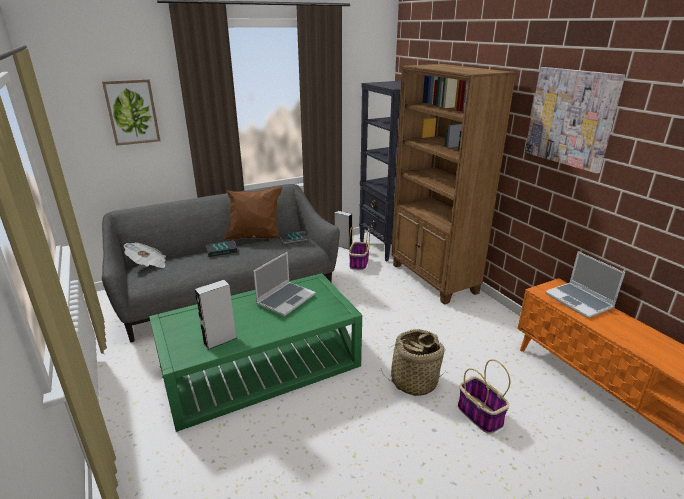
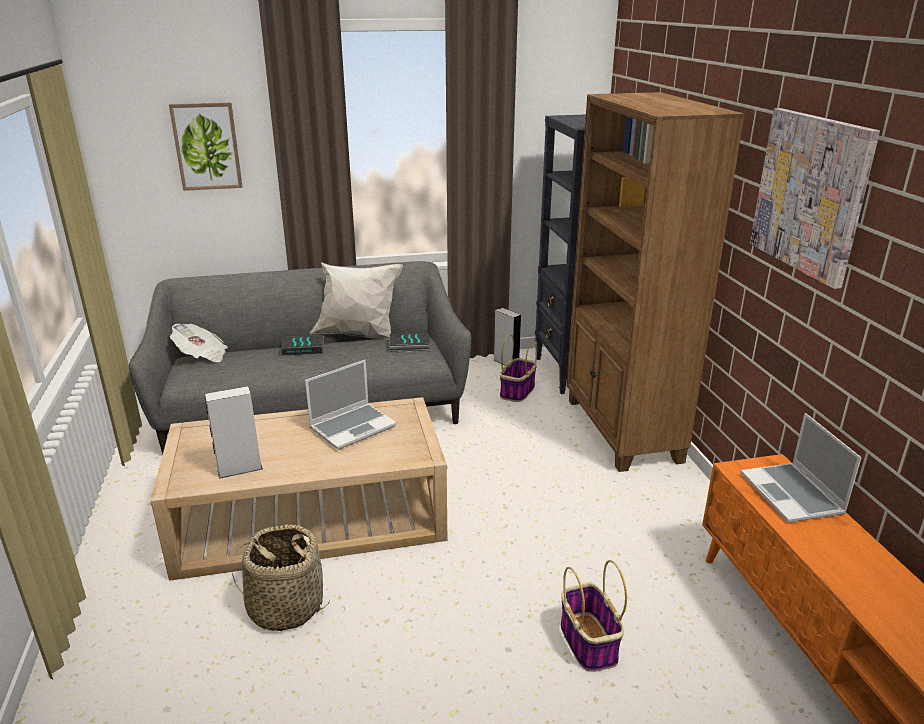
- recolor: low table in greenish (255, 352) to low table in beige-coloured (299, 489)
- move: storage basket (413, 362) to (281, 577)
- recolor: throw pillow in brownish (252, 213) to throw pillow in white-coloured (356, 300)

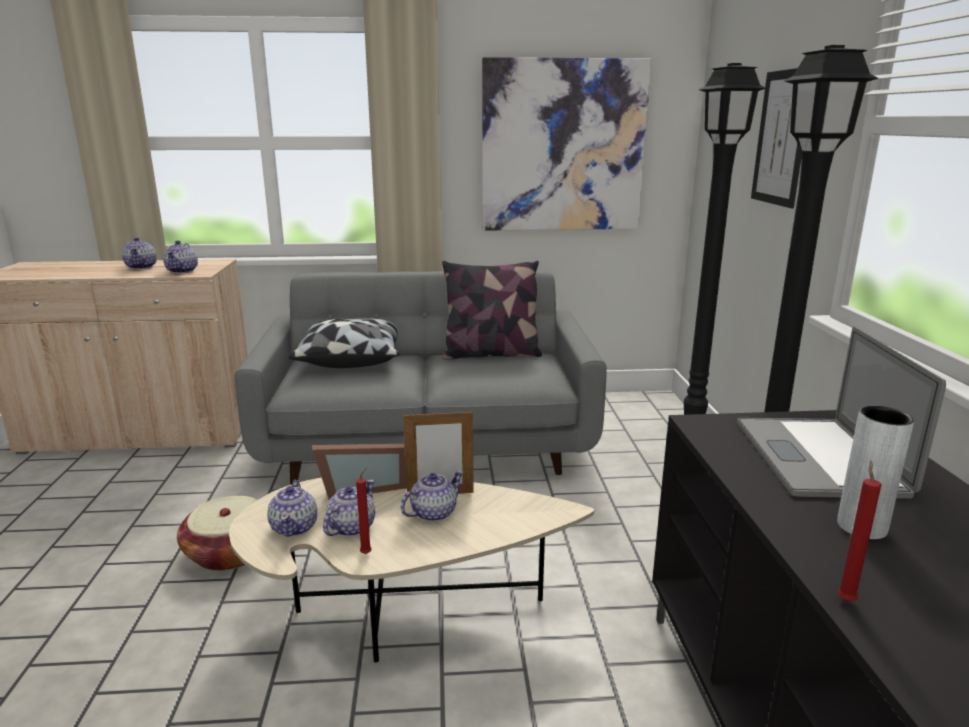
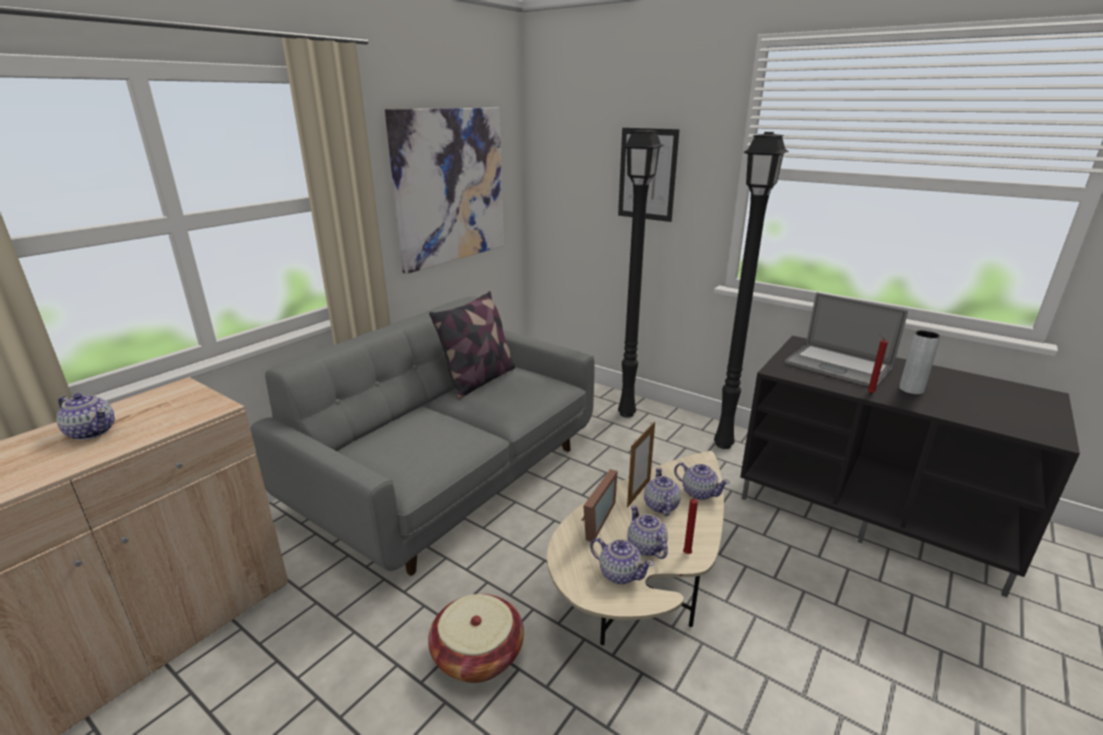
- move: pot for tea (180, 257) to (702, 481)
- move: wax candle in reddish (859, 531) to (877, 363)
- delete: throw pillow (343, 343)

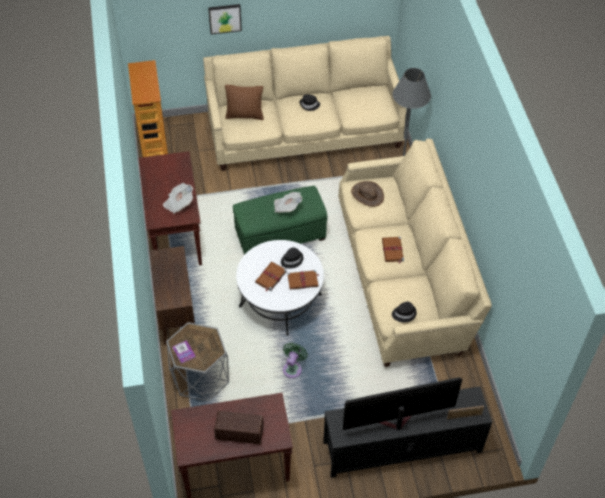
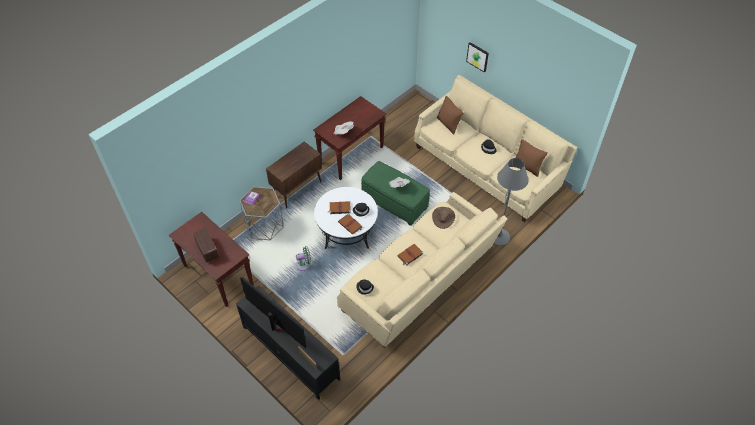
- insert: throw pillow in brownish (531, 158)
- delete: bookcase (148, 108)

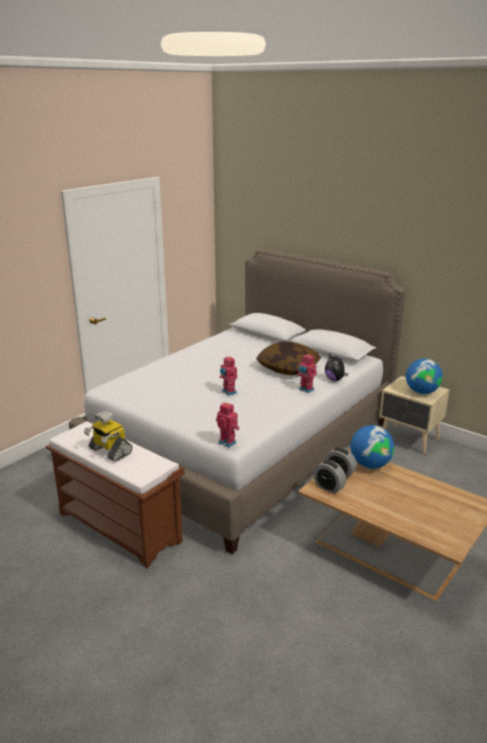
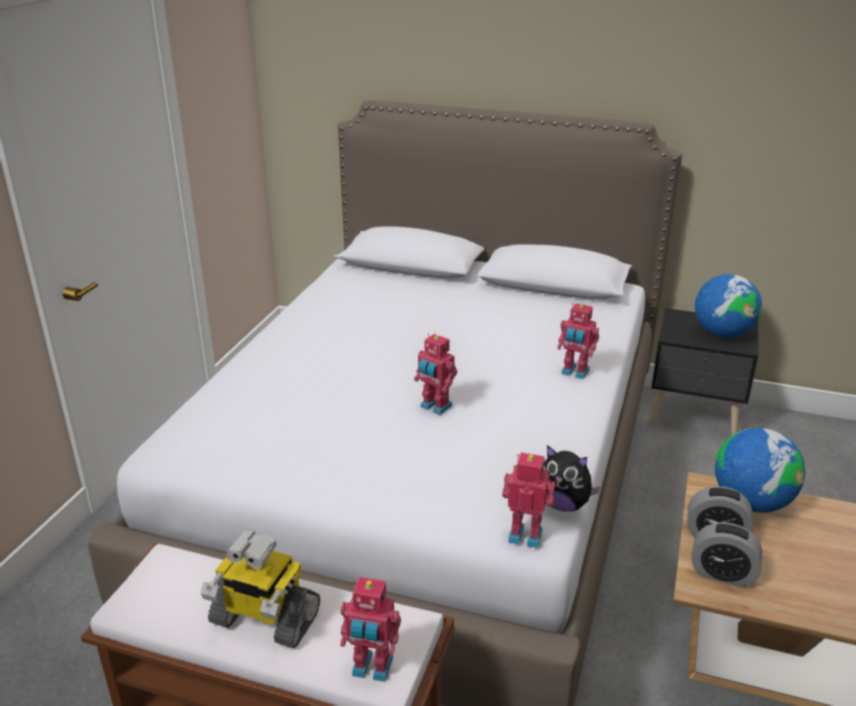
- insert: model robot (370, 629)
- move: cuddly toy (336, 367) to (572, 478)
- recolor: bedside table in beige-coloured (415, 415) to bedside table in black-coloured (703, 372)
- delete: throw pillow (288, 358)

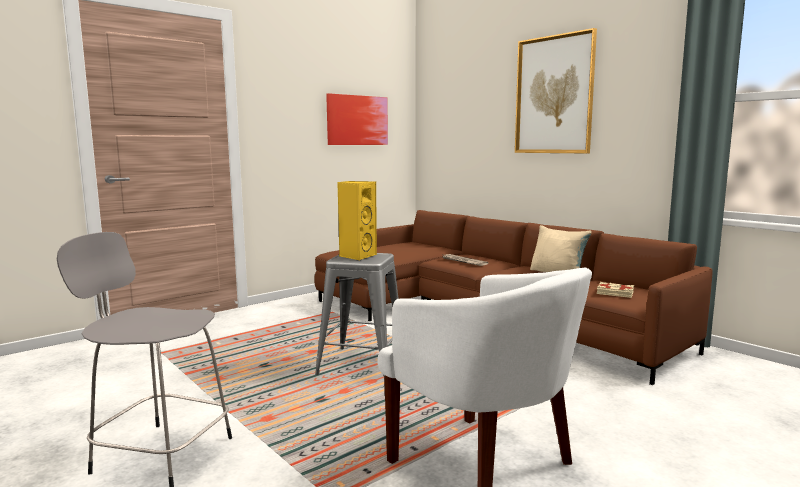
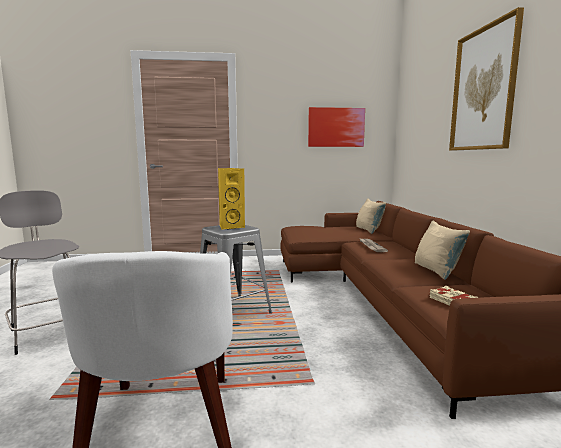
- insert: throw pillow in beige-coloured (371, 216)

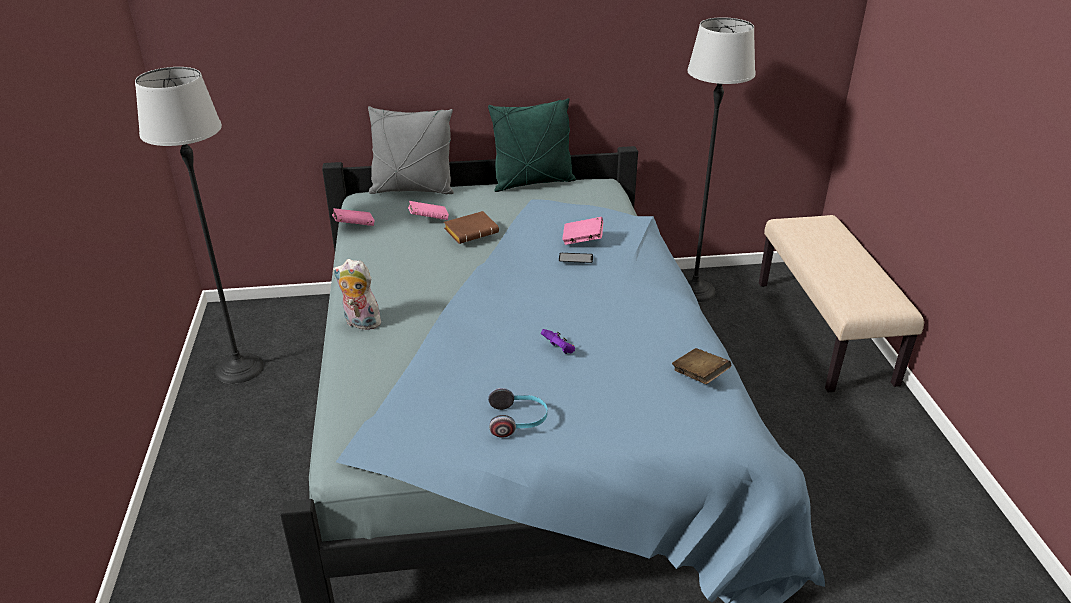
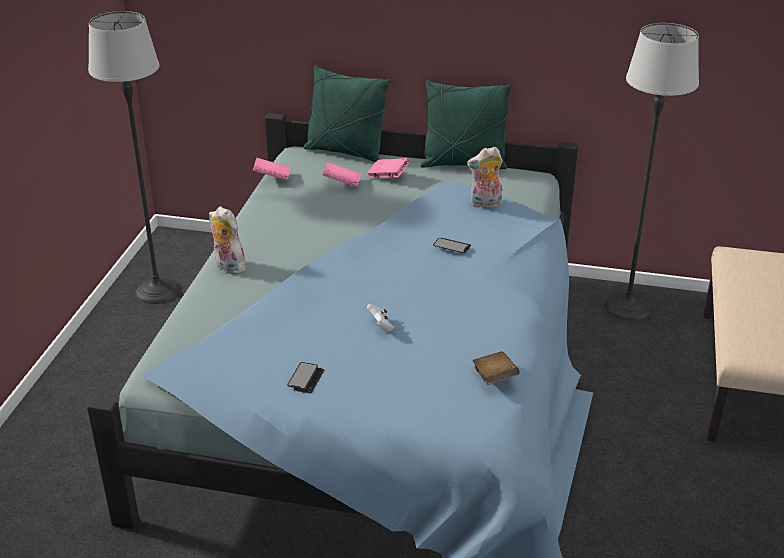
- replace: pair of headphones (518, 413) to phone (305, 377)
- recolor: throw pillow in grey (411, 150) to throw pillow in greenish (347, 113)
- move: book in pink-coloured (582, 231) to (388, 168)
- recolor: gamepad in purple-coloured (558, 341) to gamepad in white-coloured (380, 318)
- insert: cuddly toy (485, 177)
- delete: book in brownish (471, 227)

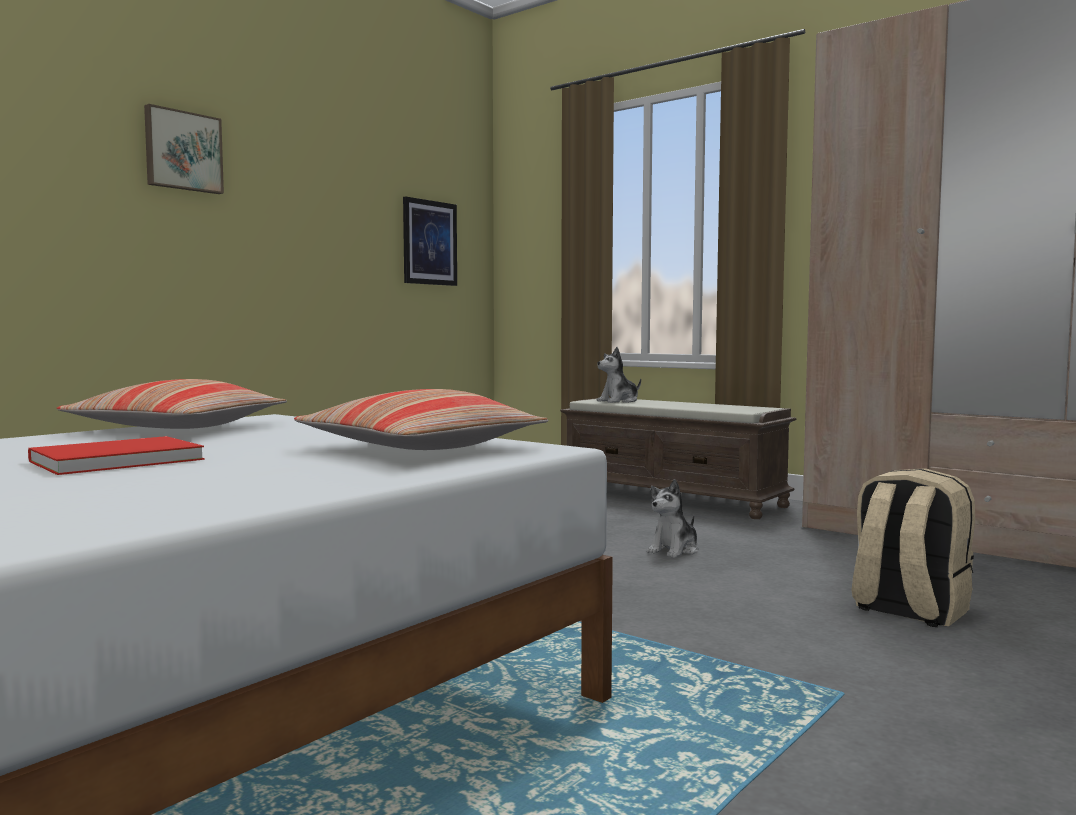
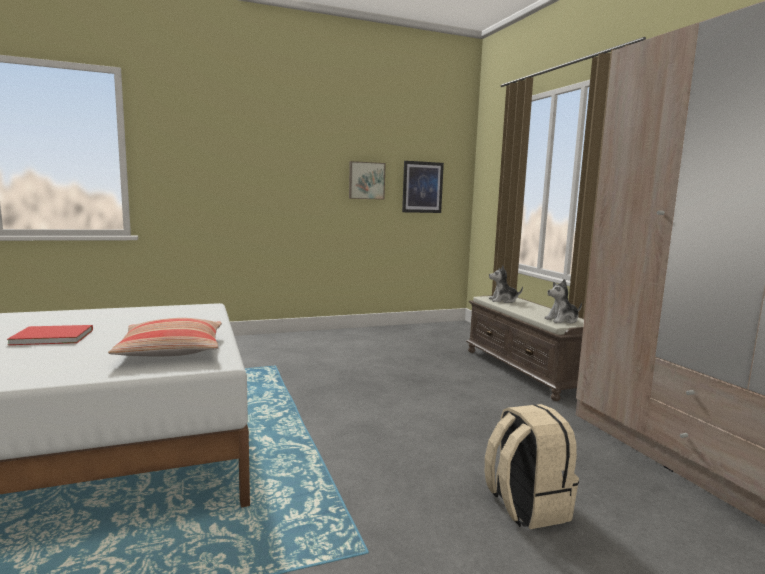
- move: wall art (184, 149) to (367, 180)
- move: cuddly toy (672, 518) to (563, 301)
- delete: throw pillow (172, 404)

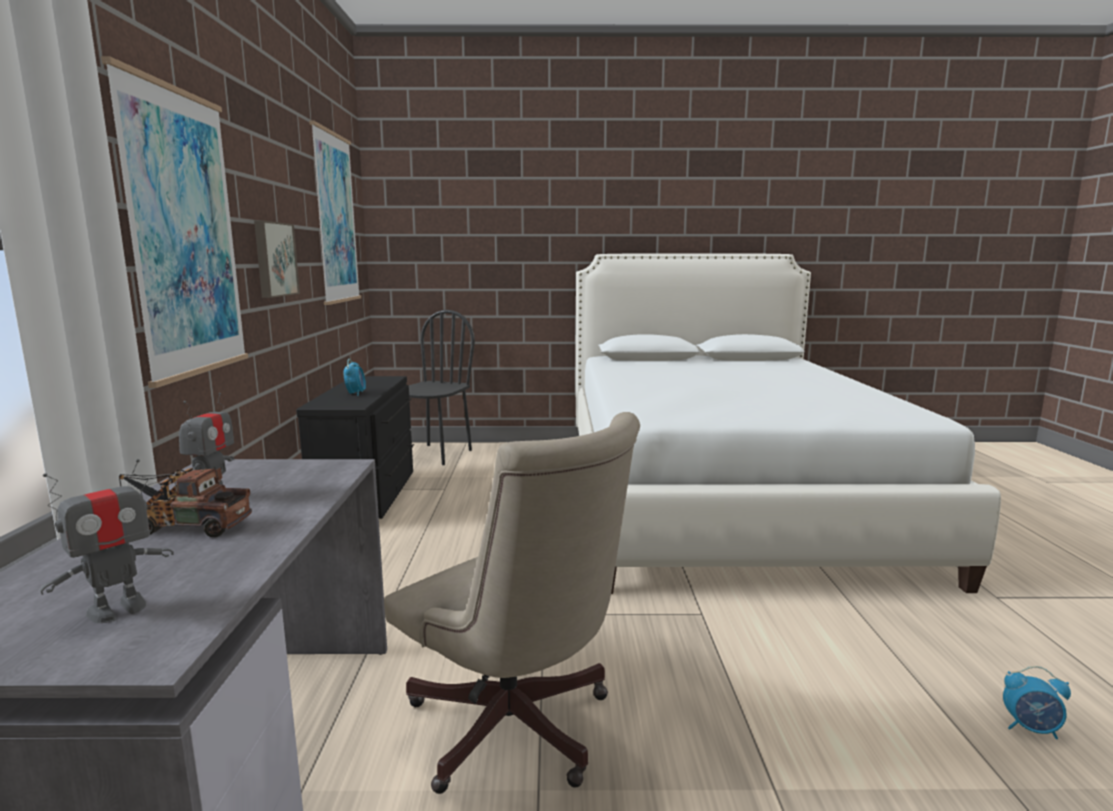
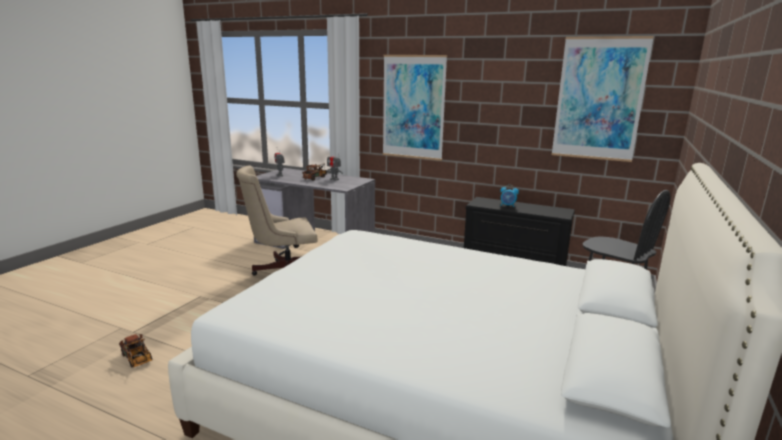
- replace: table clock (1037, 702) to toy lorry (136, 350)
- delete: wall art (277, 259)

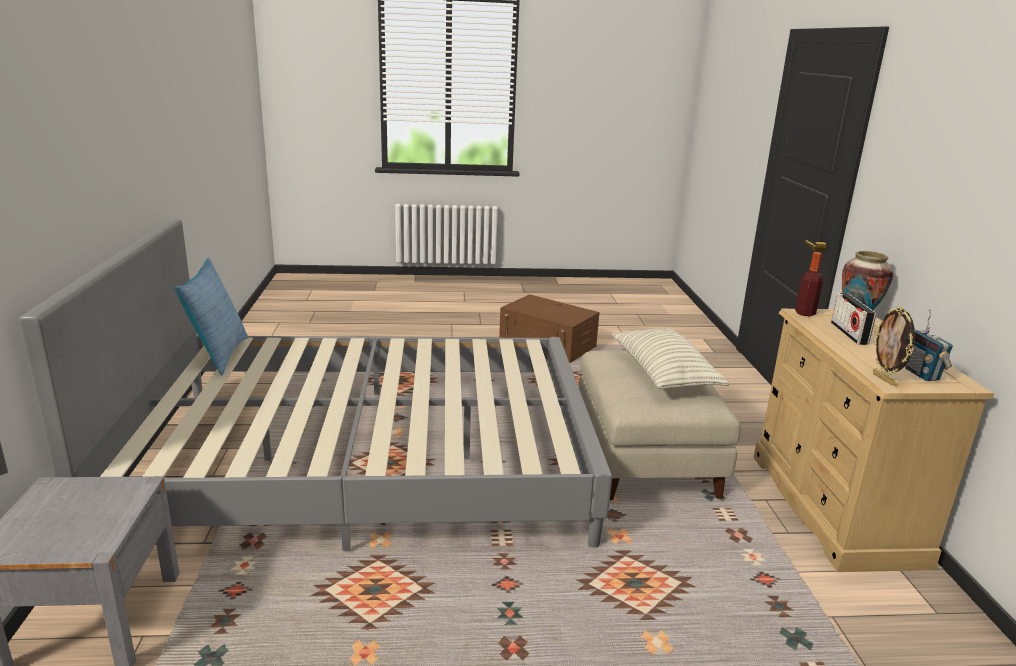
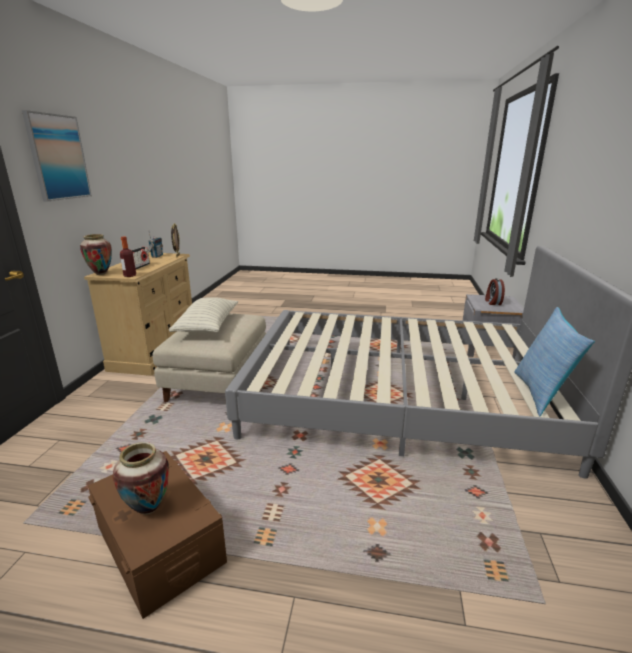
- insert: wall art (57, 155)
- insert: flower vase (141, 478)
- insert: table clock (495, 291)

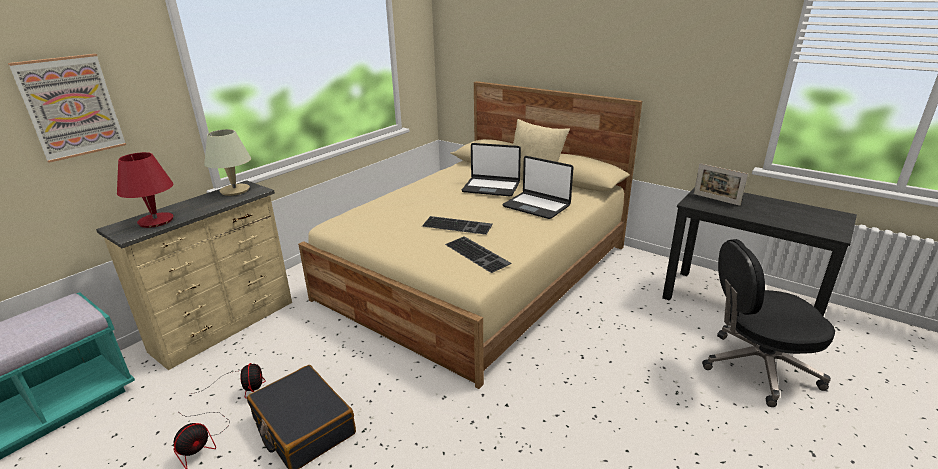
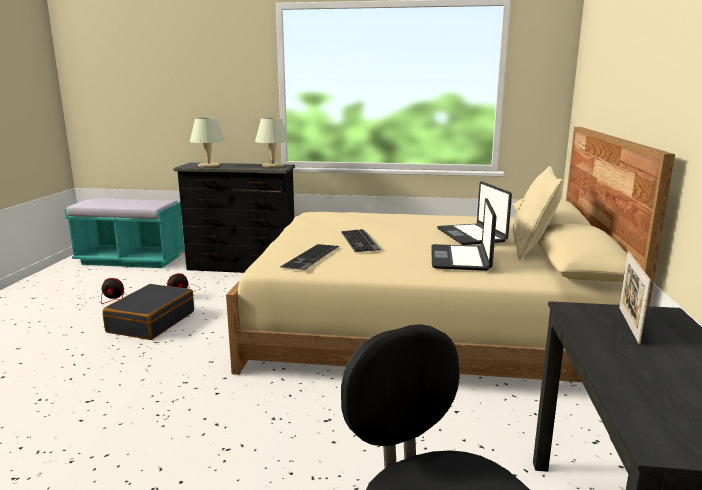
- recolor: dresser in beige-coloured (194, 275) to dresser in black-coloured (234, 218)
- recolor: tabletop lamp in reddish (145, 190) to tabletop lamp in beige-coloured (207, 142)
- delete: wall art (67, 108)

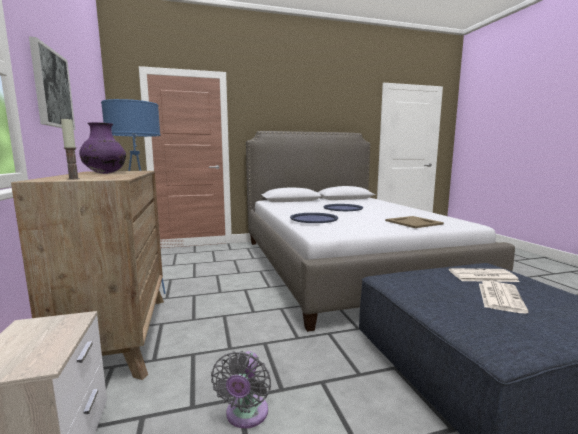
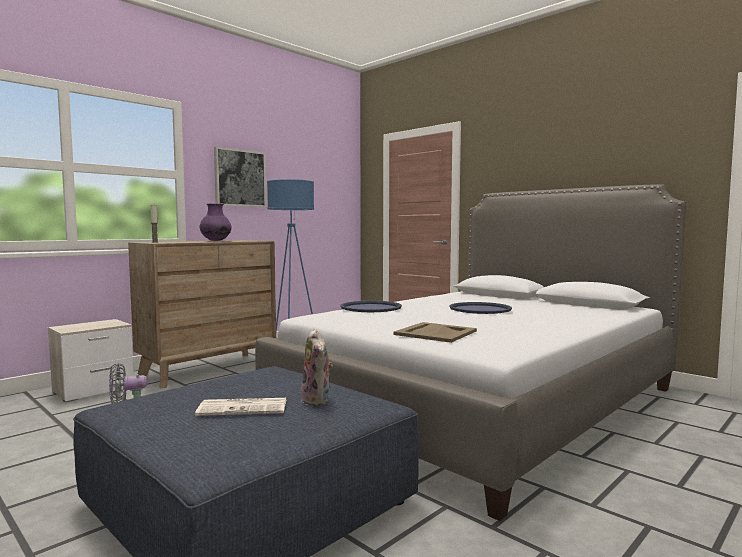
- replace: printed paper (484, 275) to cuddly toy (317, 367)

